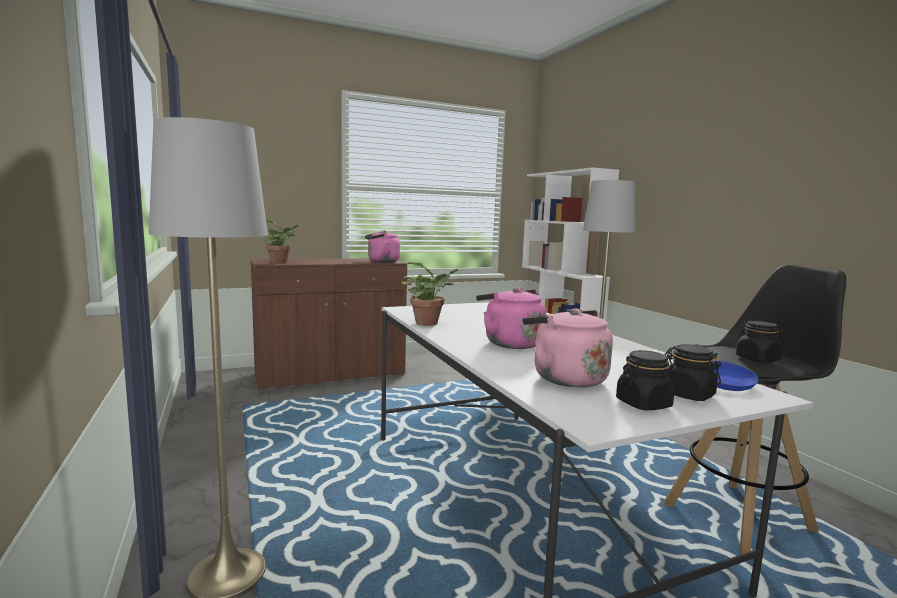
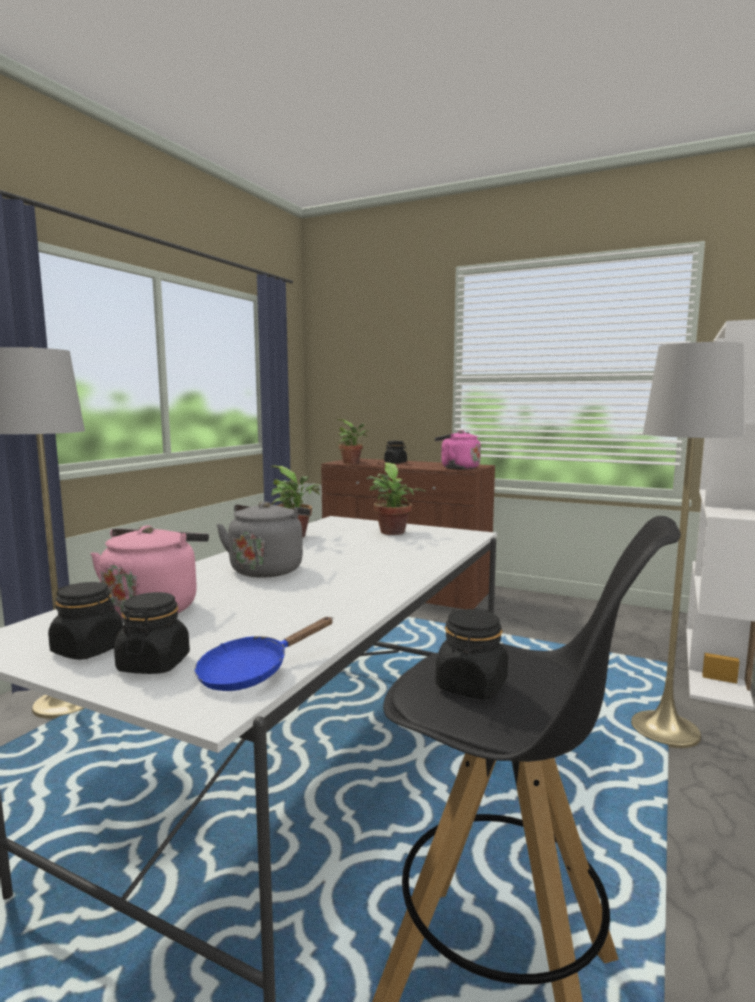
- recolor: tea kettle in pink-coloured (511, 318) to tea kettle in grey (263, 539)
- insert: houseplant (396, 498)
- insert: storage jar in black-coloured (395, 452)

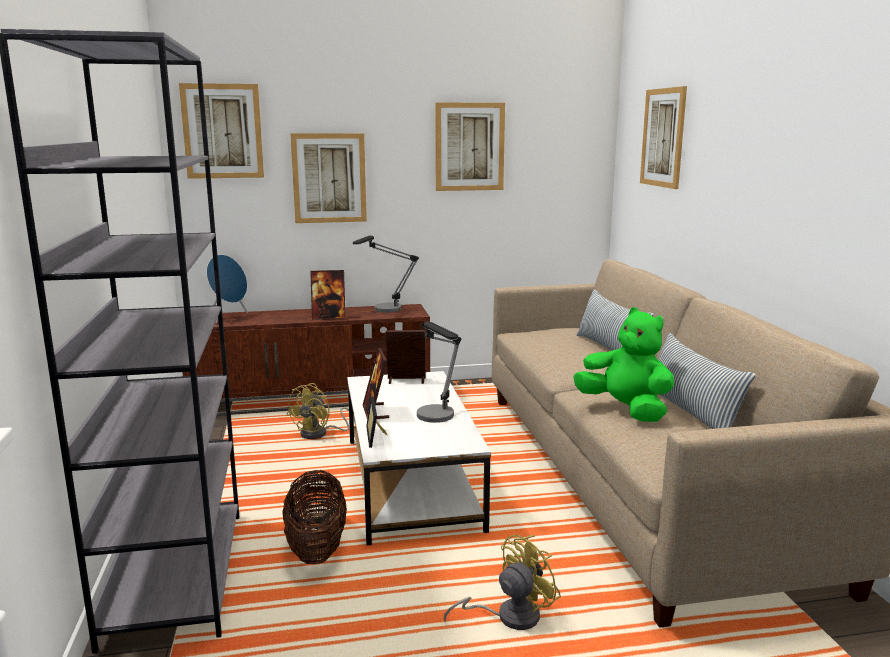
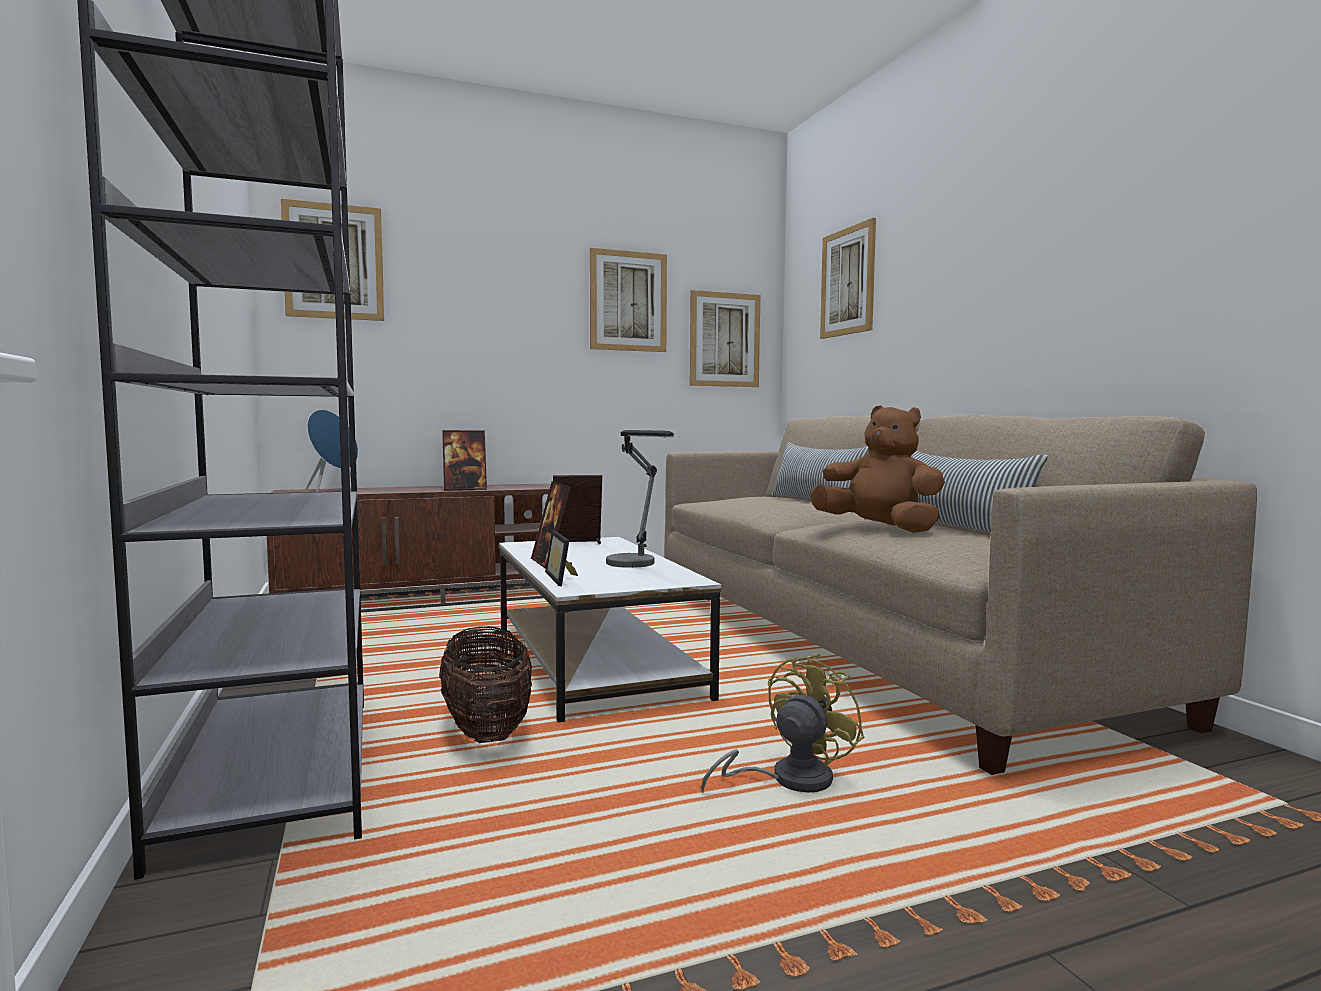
- move: wall art (329, 178) to (725, 338)
- recolor: cuddly toy in greenish (623, 364) to cuddly toy in brownish (877, 469)
- delete: fan in yellowish (320, 411)
- delete: tabletop lamp (386, 274)

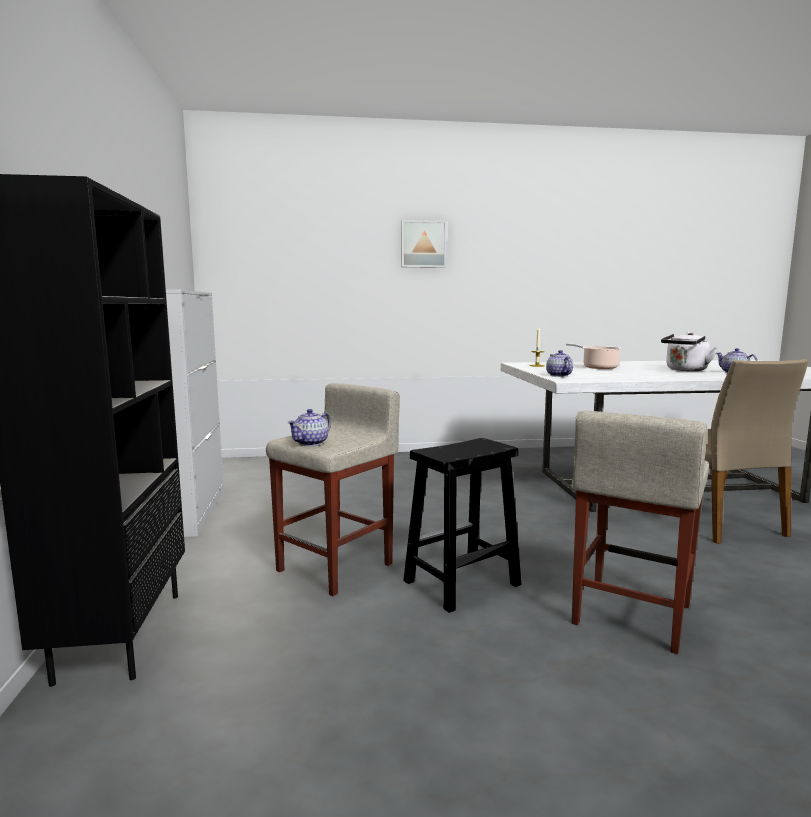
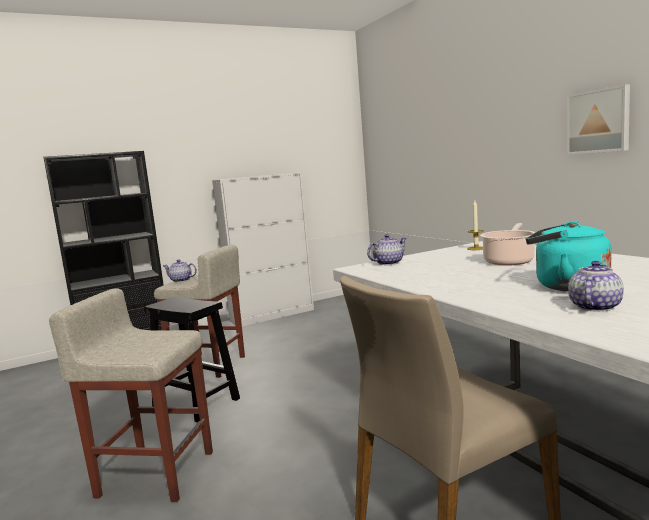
- recolor: tea kettle in white-coloured (689, 351) to tea kettle in blue-green (569, 256)
- move: wall art (424, 244) to (598, 120)

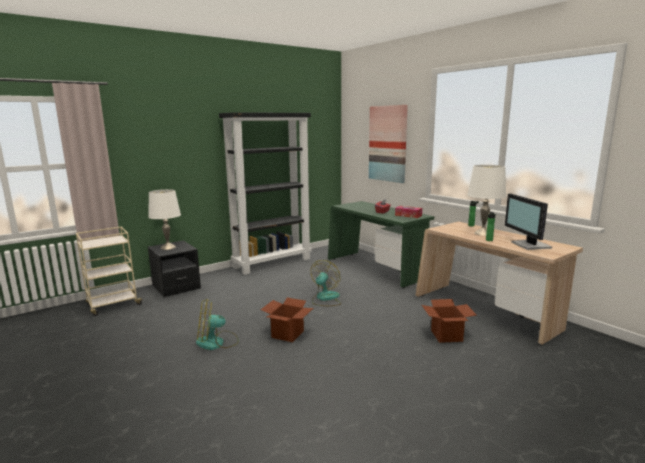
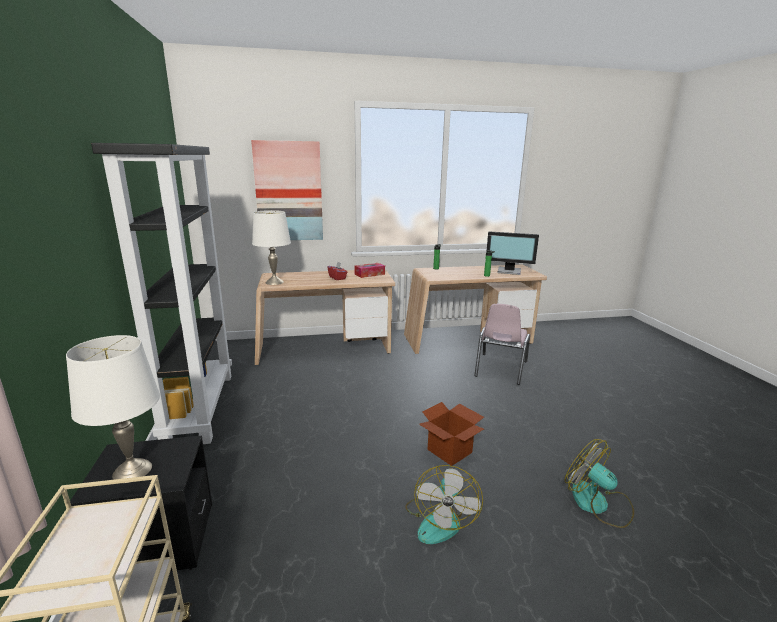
- move: tabletop lamp in white-coloured (486, 200) to (271, 247)
- recolor: desk table in greenish (381, 244) to desk table in beige-coloured (325, 317)
- replace: packing box (449, 321) to plain chair in pink-coloured (502, 344)
- move: fan (326, 283) to (599, 483)

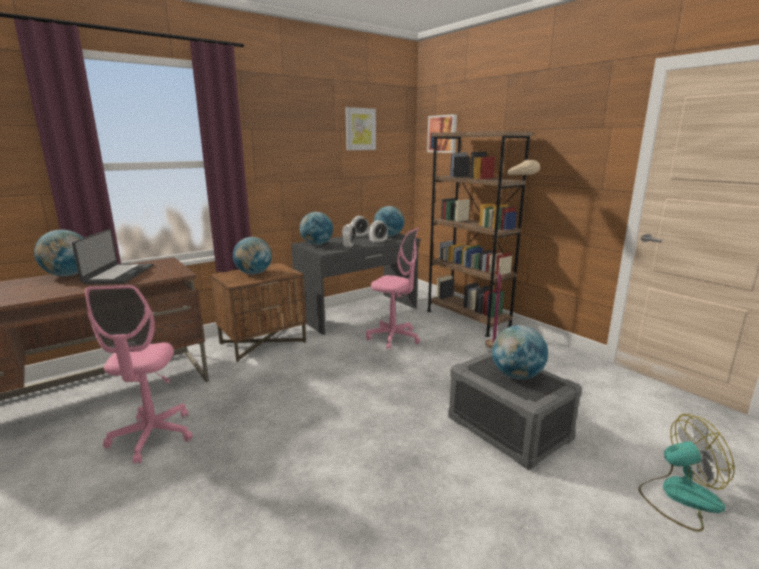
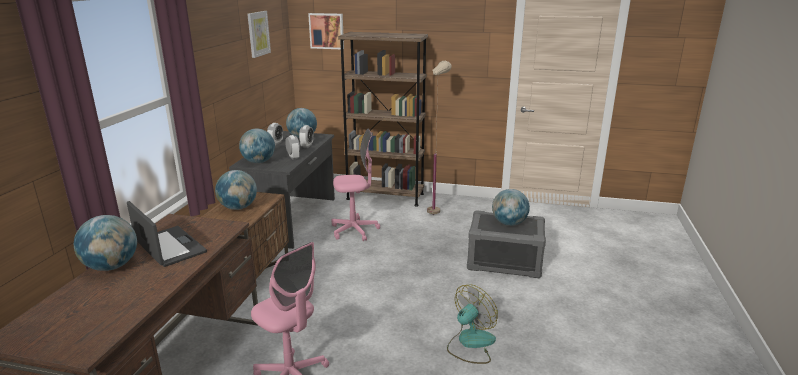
- move: fan (687, 473) to (472, 324)

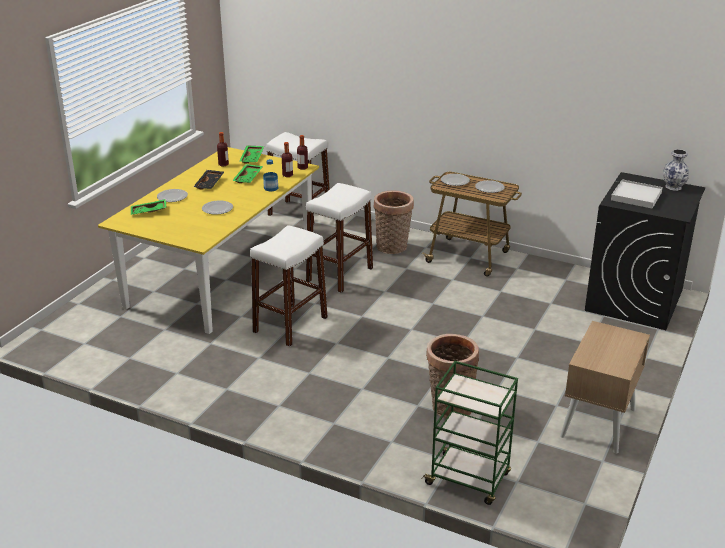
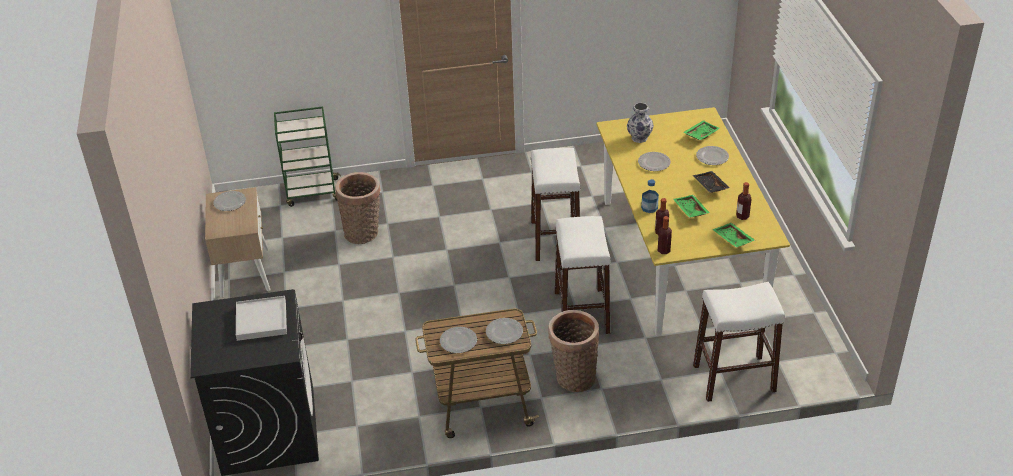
- insert: flat dish (229, 201)
- move: flower vase (676, 170) to (640, 123)

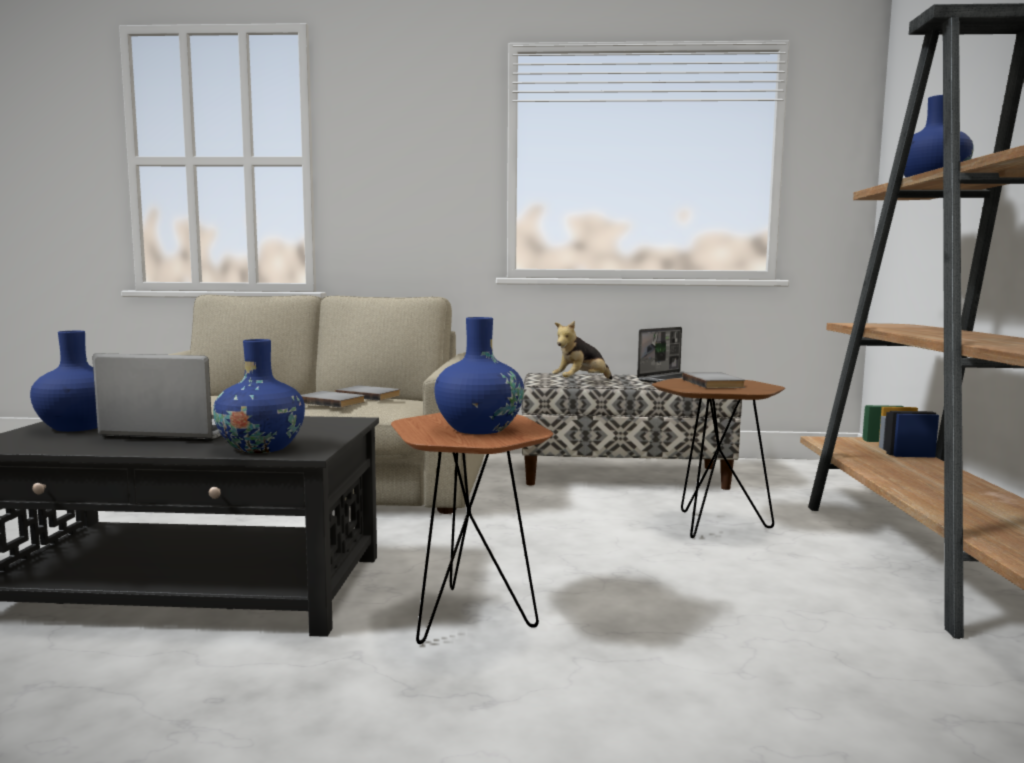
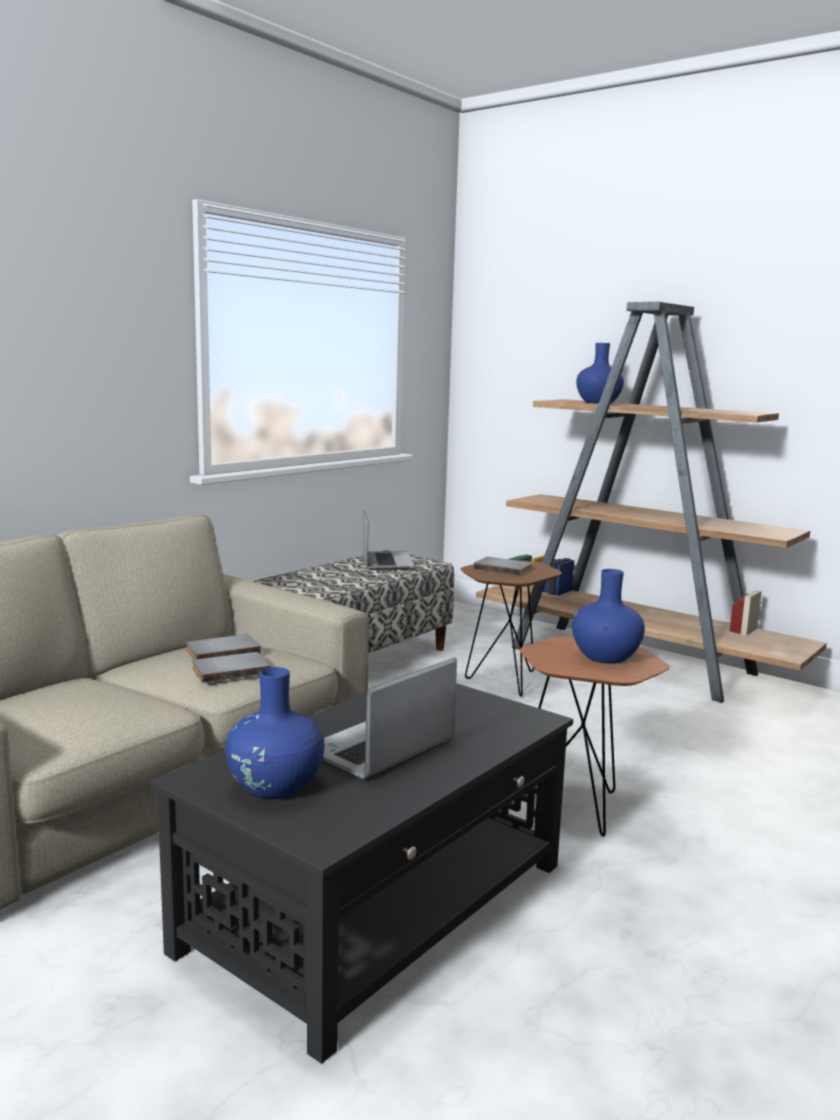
- delete: flower vase in blue (259, 396)
- delete: cuddly toy (582, 350)

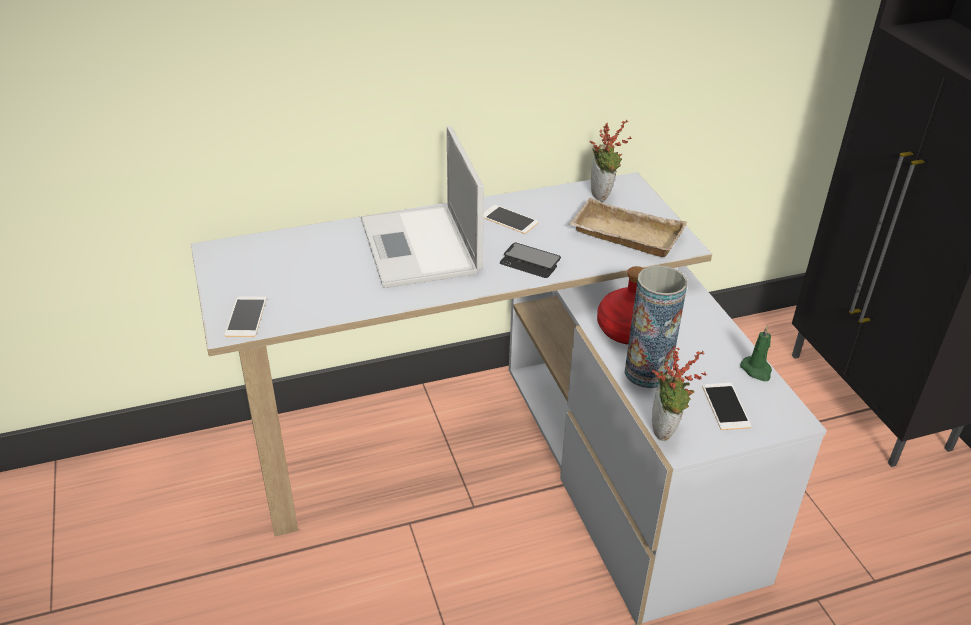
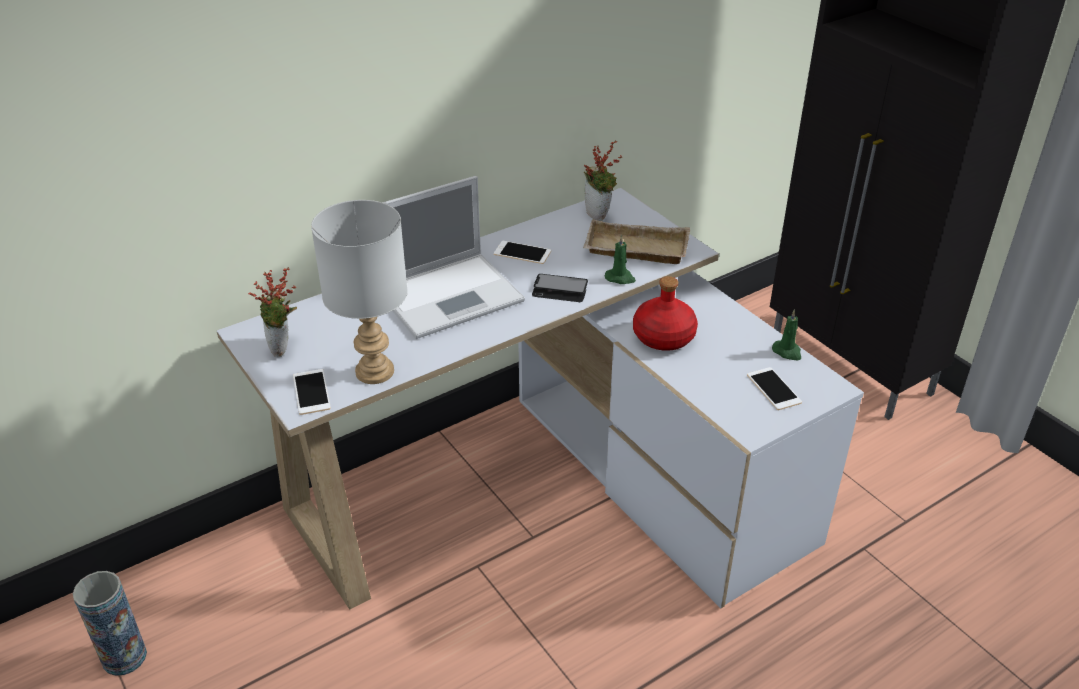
- move: flower vase (655, 326) to (110, 623)
- move: houseplant (679, 394) to (272, 312)
- insert: tabletop lamp in grey (359, 292)
- rotate: notebook computer (422, 207) = (453, 257) 90 degrees counterclockwise
- insert: wax candle in greenish (620, 259)

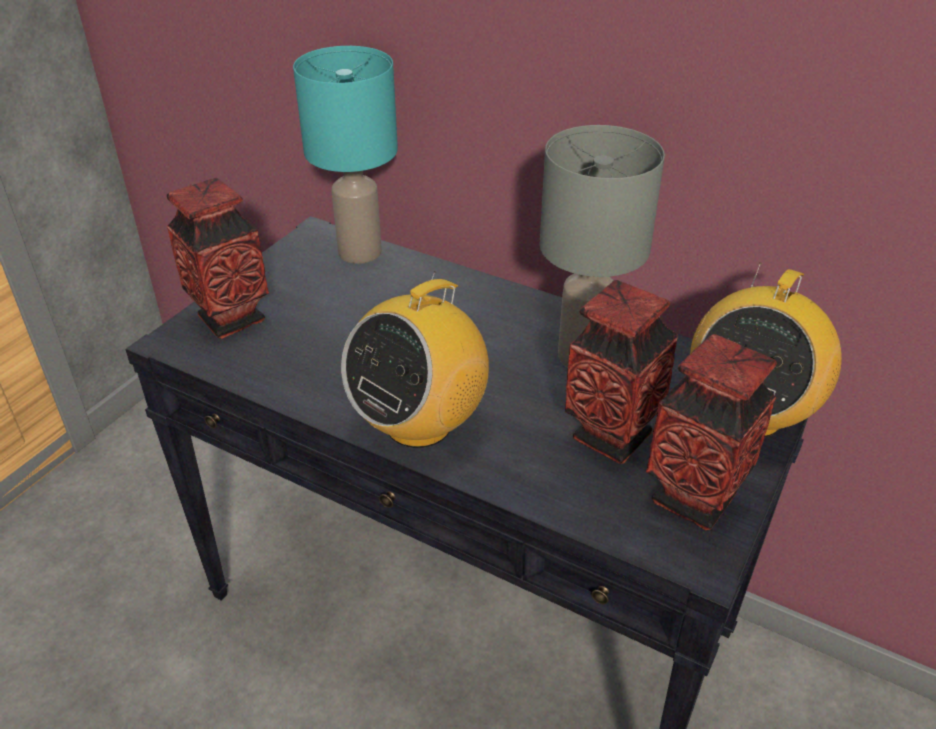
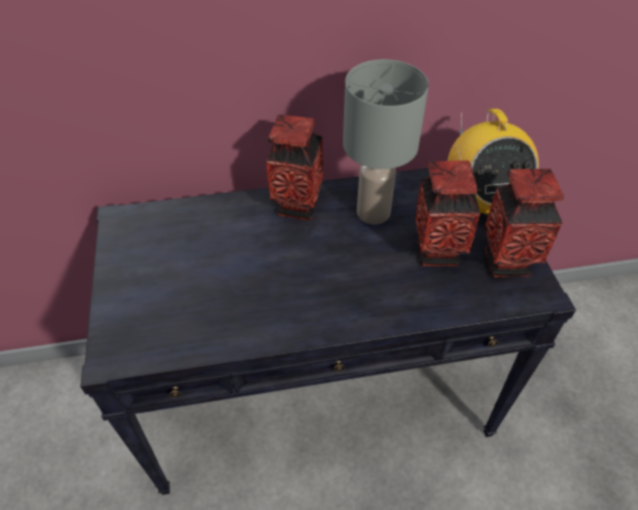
- move: flower vase (218, 258) to (294, 167)
- delete: tabletop lamp in blue-green (345, 155)
- delete: radio (415, 359)

